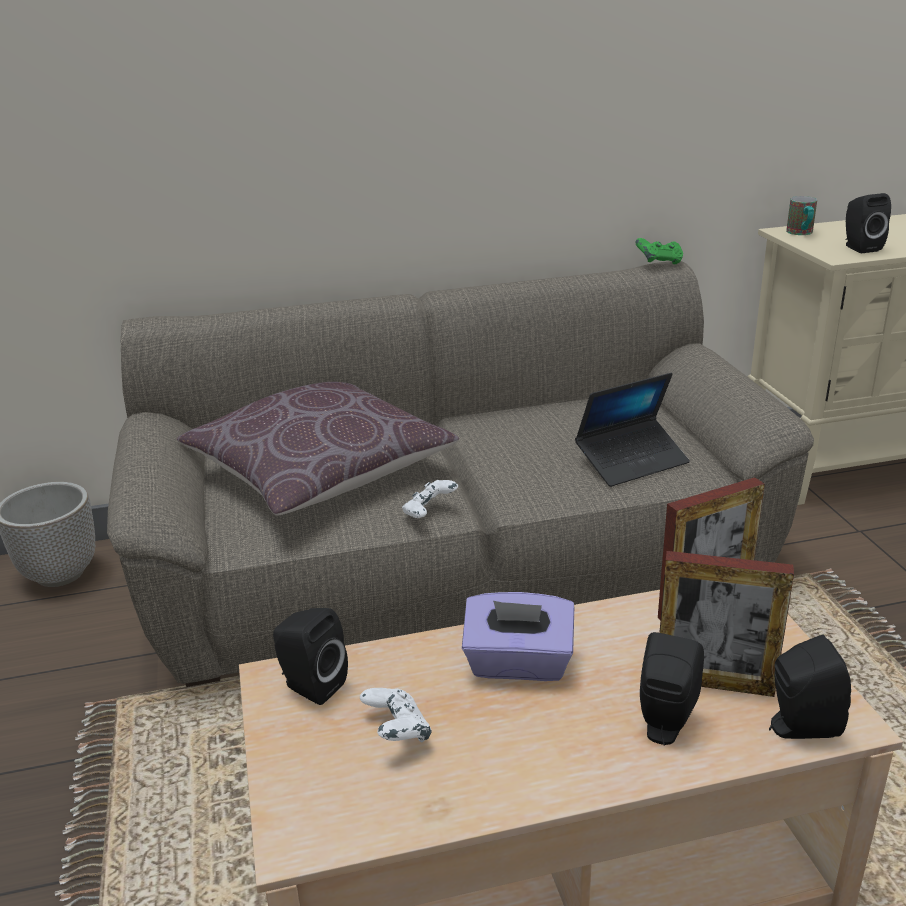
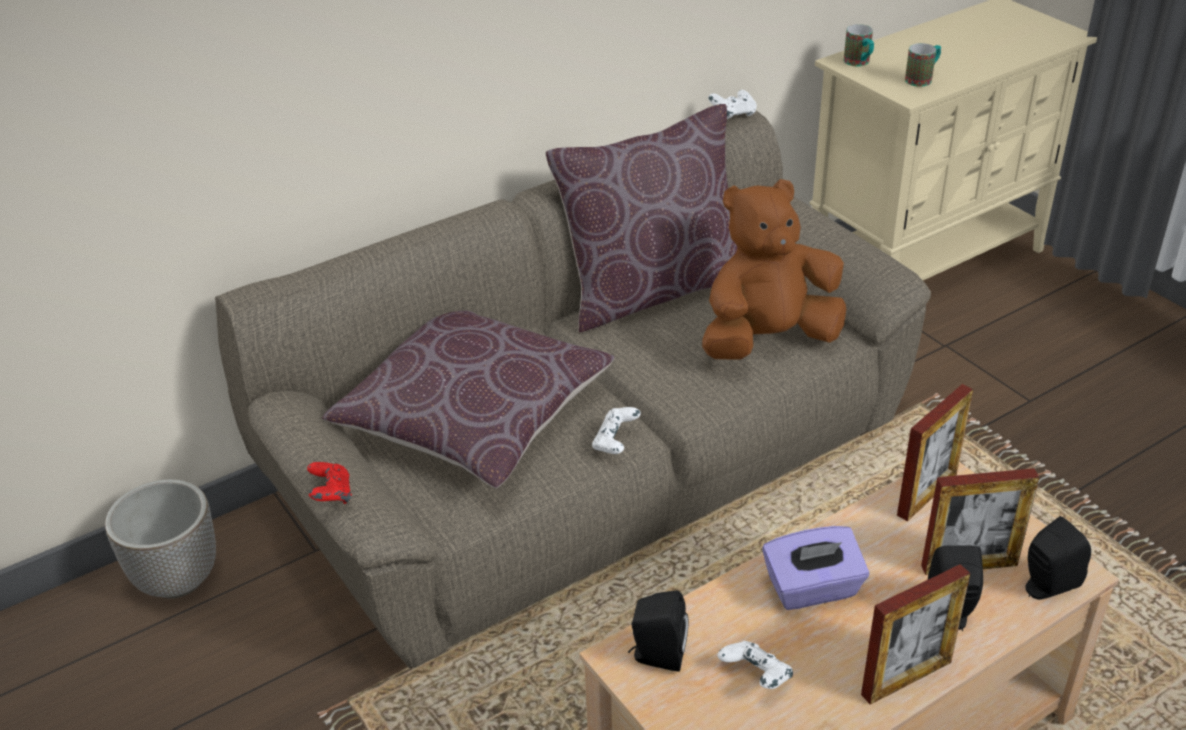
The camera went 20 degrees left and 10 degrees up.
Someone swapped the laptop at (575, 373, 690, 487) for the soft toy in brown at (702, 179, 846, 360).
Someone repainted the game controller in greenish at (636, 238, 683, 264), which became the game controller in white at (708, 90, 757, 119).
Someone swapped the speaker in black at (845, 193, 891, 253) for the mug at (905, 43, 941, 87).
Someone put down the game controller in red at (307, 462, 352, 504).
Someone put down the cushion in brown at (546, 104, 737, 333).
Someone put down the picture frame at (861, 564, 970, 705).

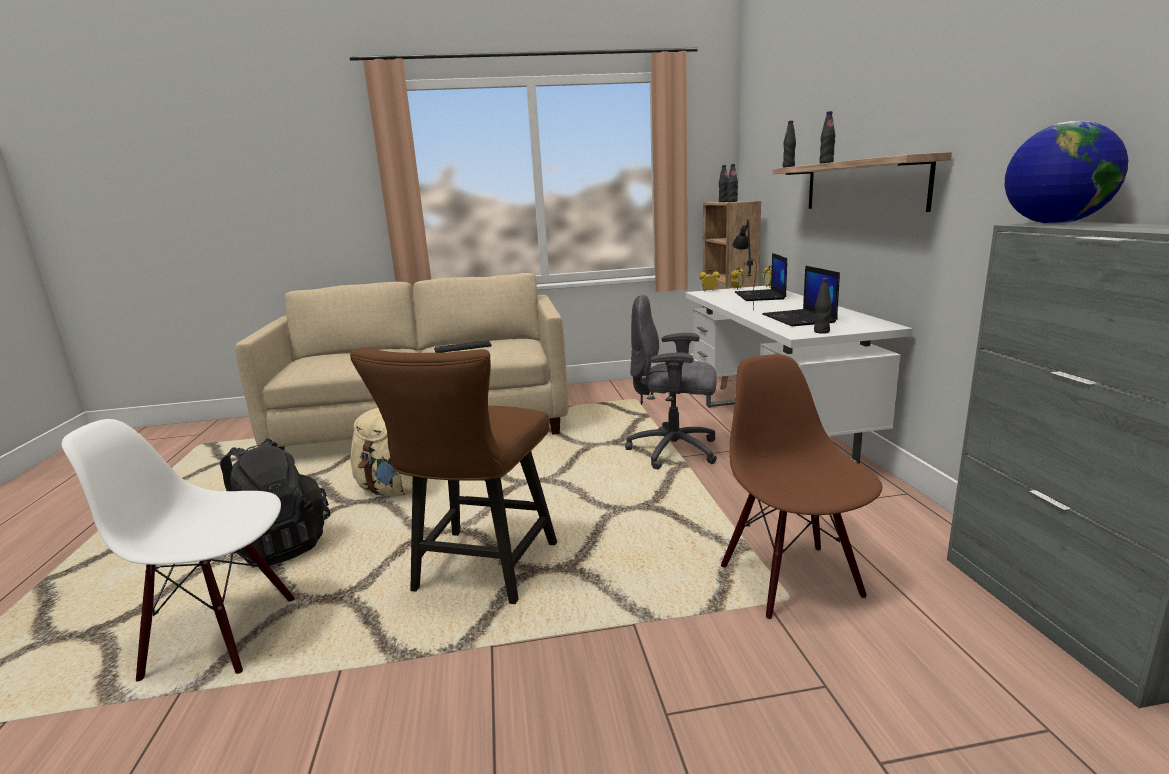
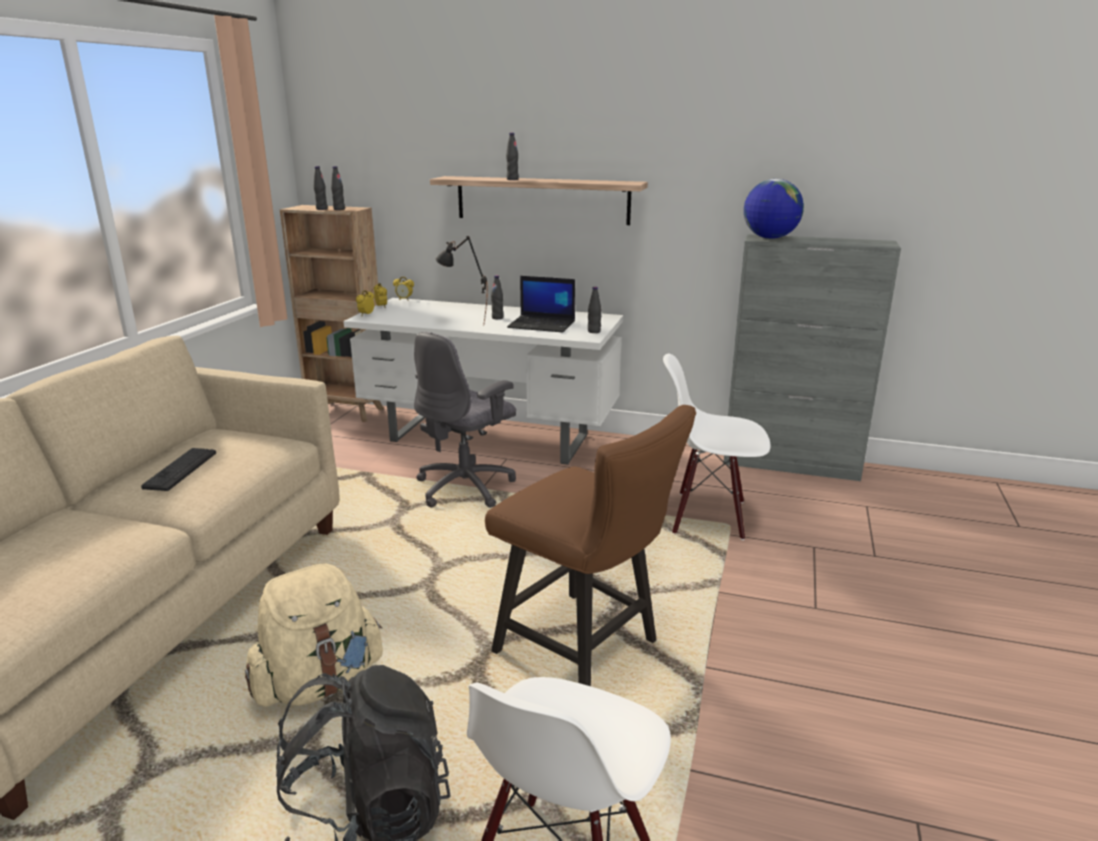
The camera went 65 degrees left and 5 degrees up.
Someone repainted the upright chair in brown at (721, 354, 882, 619), which became the upright chair in white at (663, 354, 771, 540).
Someone took away the laptop at (735, 253, 787, 301).
Someone carried the beverage bottle in black from (783, 121, 796, 167) to (491, 275, 504, 319).

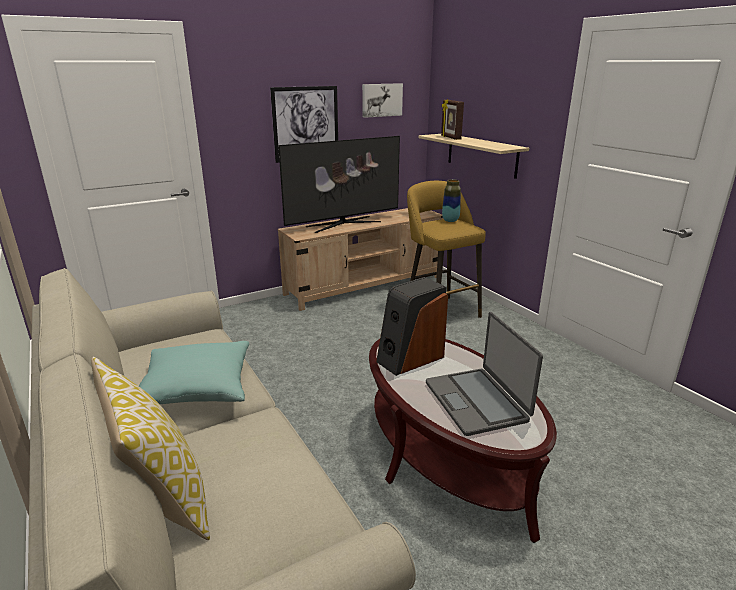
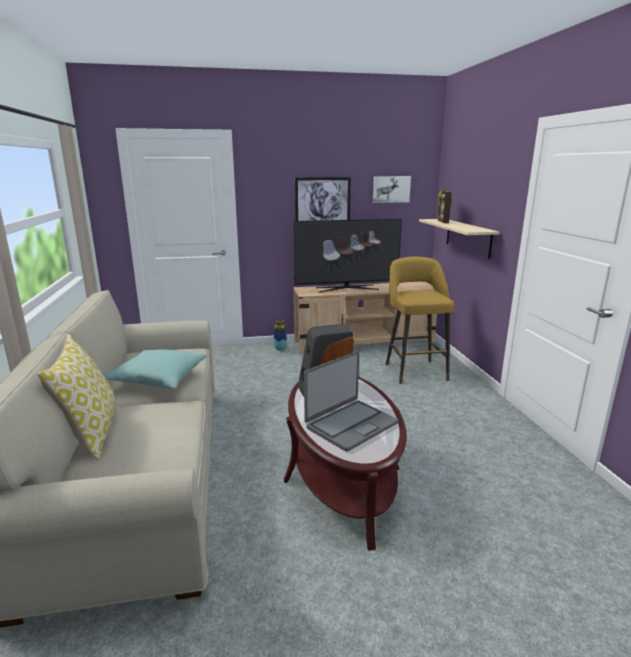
The camera went 20 degrees right and 5 degrees down.
Someone rotated the laptop at (426, 312, 543, 436) by 135 degrees counterclockwise.
Someone carried the decorative vase from (442, 179, 461, 222) to (274, 320, 287, 351).

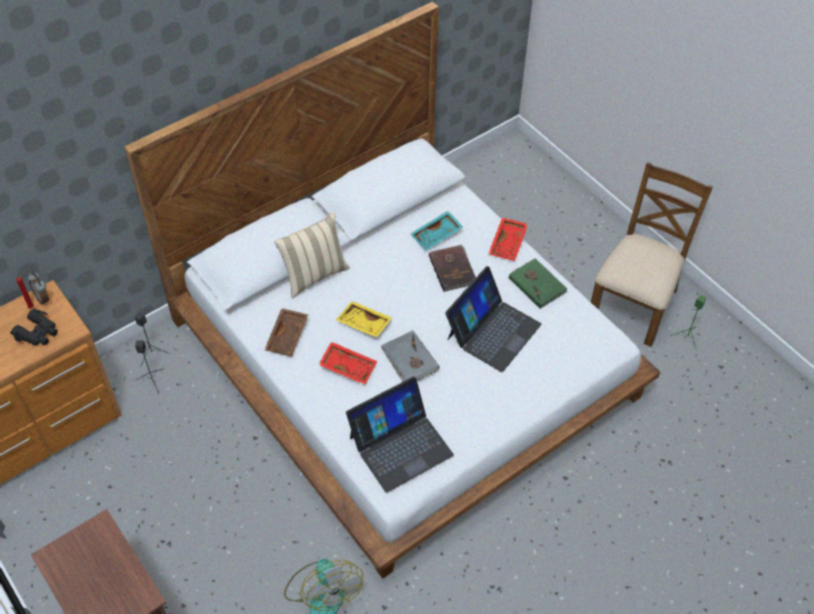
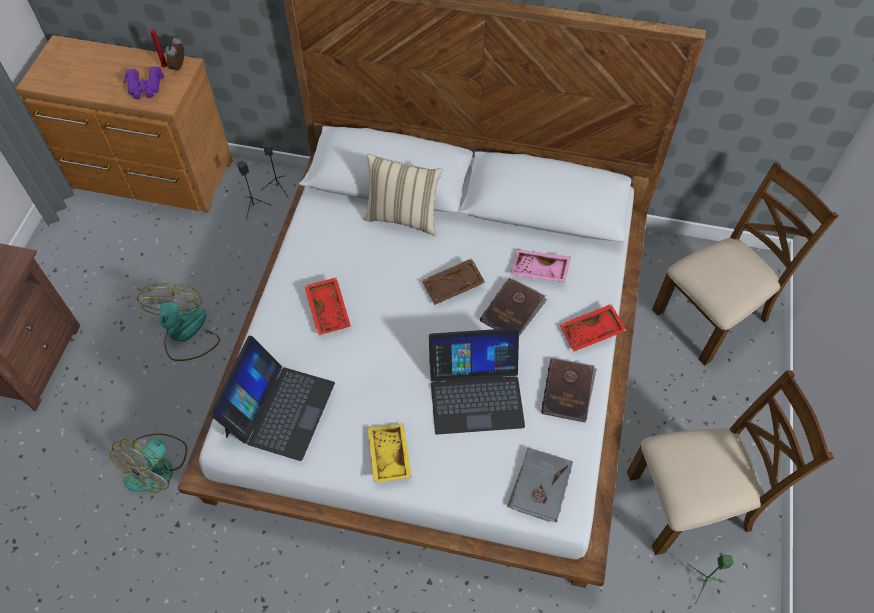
The camera went 50 degrees right and 5 degrees up.
Someone repainted the binoculars in black at (10, 308, 58, 346), which became the binoculars in purplish at (124, 67, 164, 100).
Someone carried the carrying tray in brown from (264, 308, 308, 357) to (422, 258, 485, 305).
Someone carried the carrying tray in yellow from (336, 301, 392, 337) to (368, 424, 412, 483).
Someone rotated the laptop at (346, 376, 454, 493) by 90 degrees counterclockwise.
Someone carried the book in greyish from (381, 330, 440, 382) to (507, 448, 573, 522).
Someone repainted the carrying tray in turquoise at (411, 211, 463, 251), which became the carrying tray in pinkish at (510, 249, 571, 282).
Someone repainted the book in greenish at (509, 258, 567, 309), which became the book in brown at (541, 358, 597, 423).
Someone put down the fan at (137, 283, 220, 361).
Someone put down the upright chair in brown at (652, 162, 839, 366).

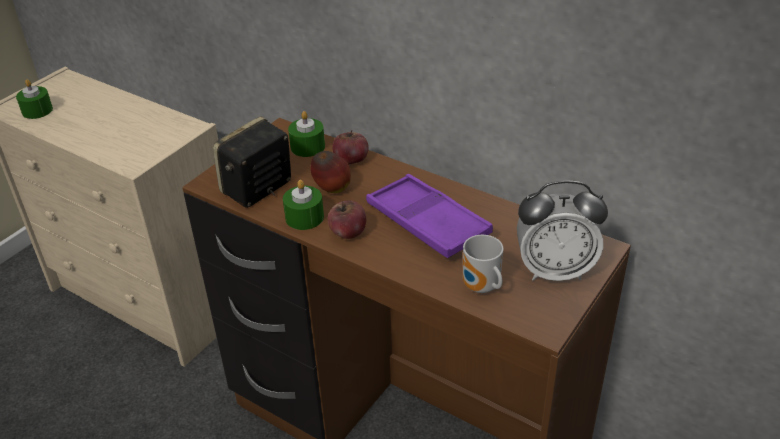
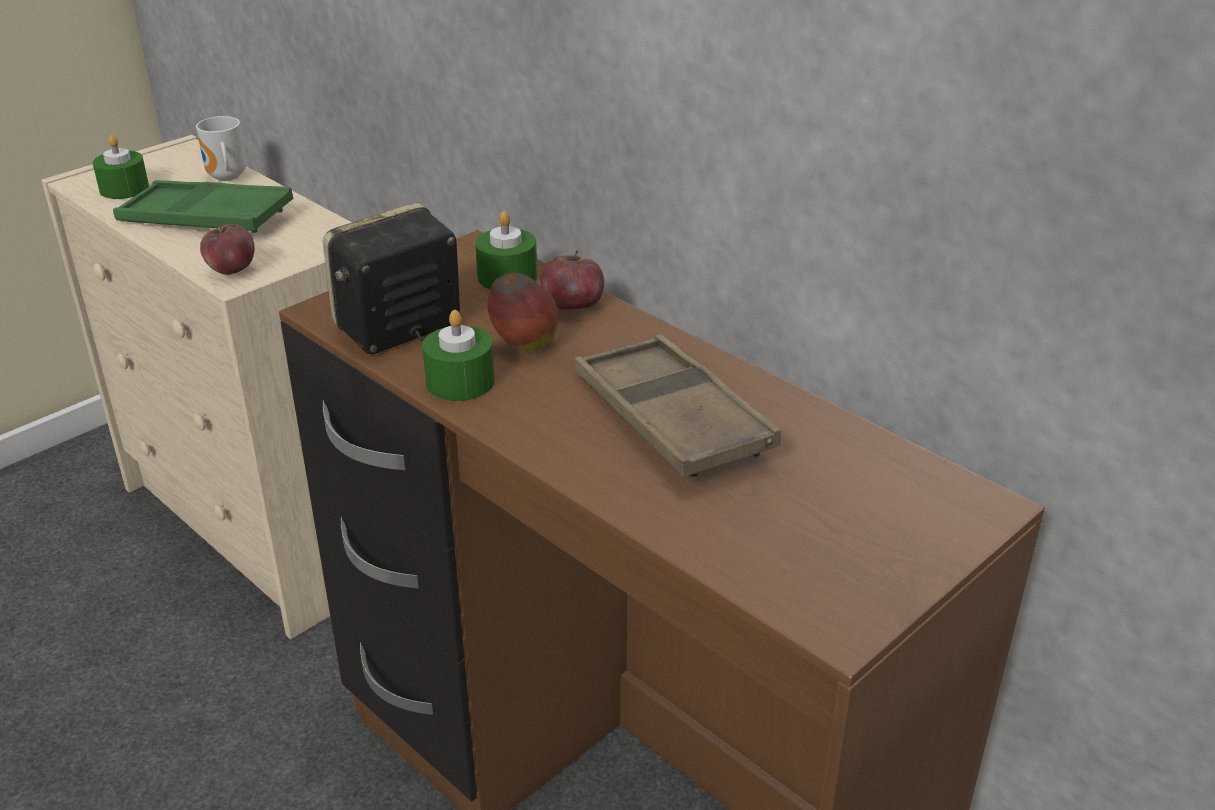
The camera went 10 degrees right and 5 degrees down.
Someone carried the whole apple from (327, 200, 366, 239) to (200, 221, 255, 275).
Someone repainted the carrying tray in purplish at (366, 174, 493, 258), which became the carrying tray in brown at (575, 334, 781, 477).
Someone carried the mug from (463, 235, 503, 293) to (196, 116, 246, 181).
Someone took away the bedside clock at (517, 180, 608, 281).
Someone put down the carrying tray in greenish at (113, 180, 294, 233).

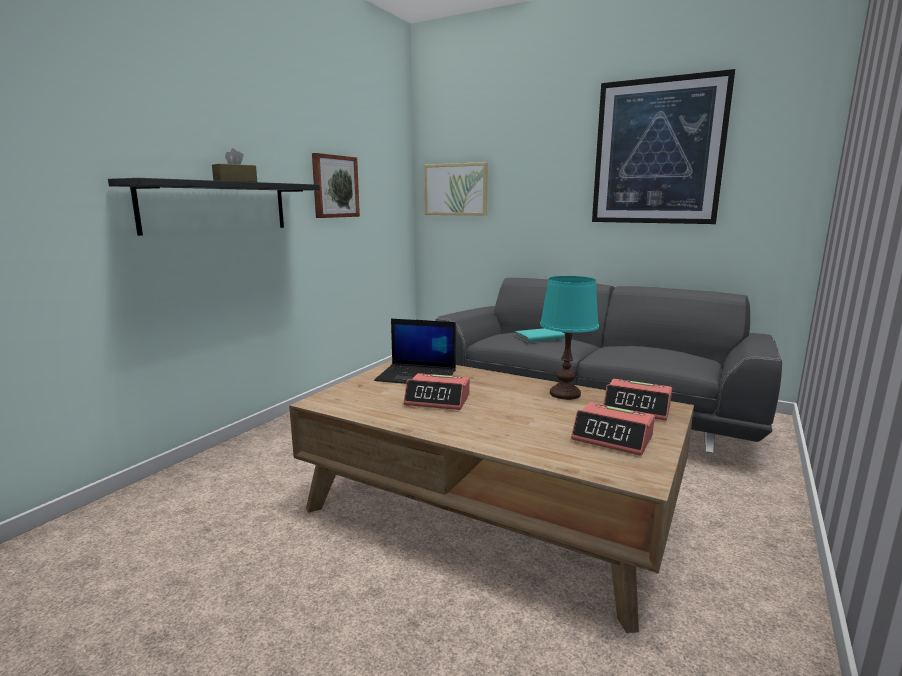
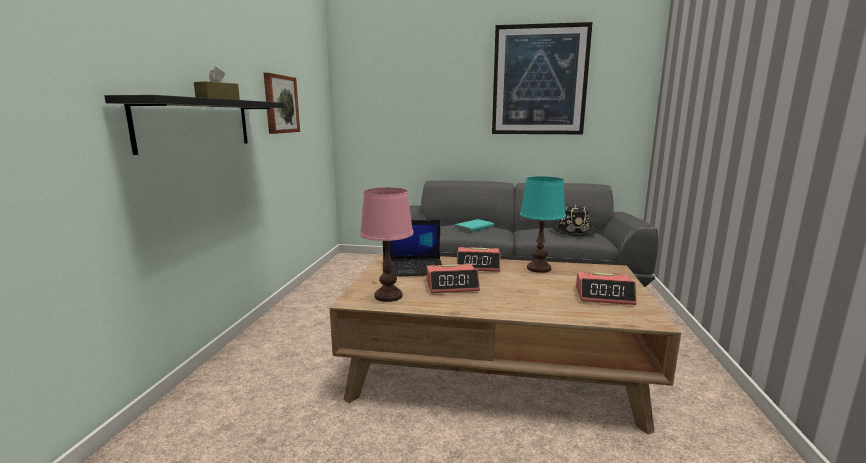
The camera went 20 degrees left and 0 degrees up.
Someone took away the picture at (424, 162, 488, 216).
Someone carried the bedside clock from (603, 379, 672, 421) to (457, 247, 500, 272).
Someone put down the lamp for a table in pinkish at (360, 187, 414, 302).
Someone put down the clothing hat in black at (551, 205, 597, 236).

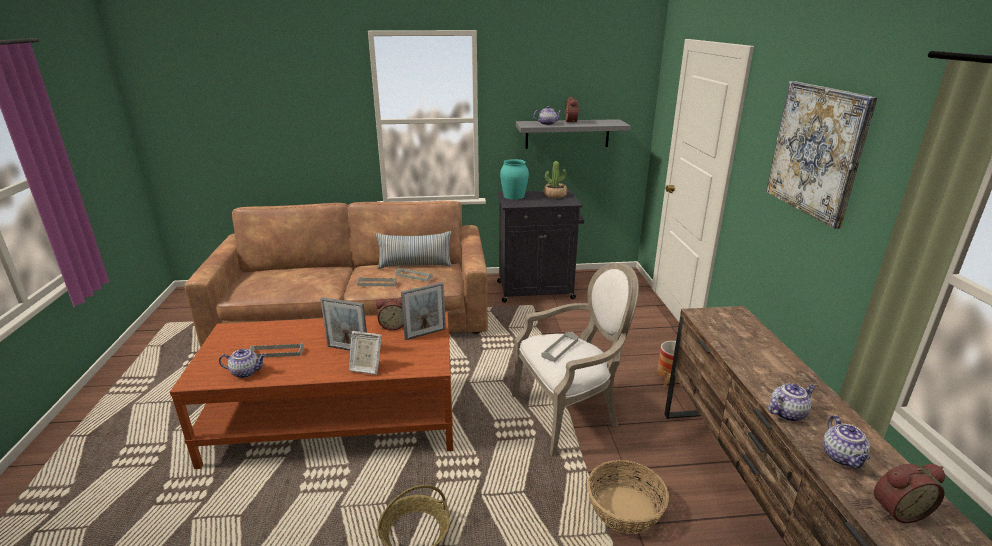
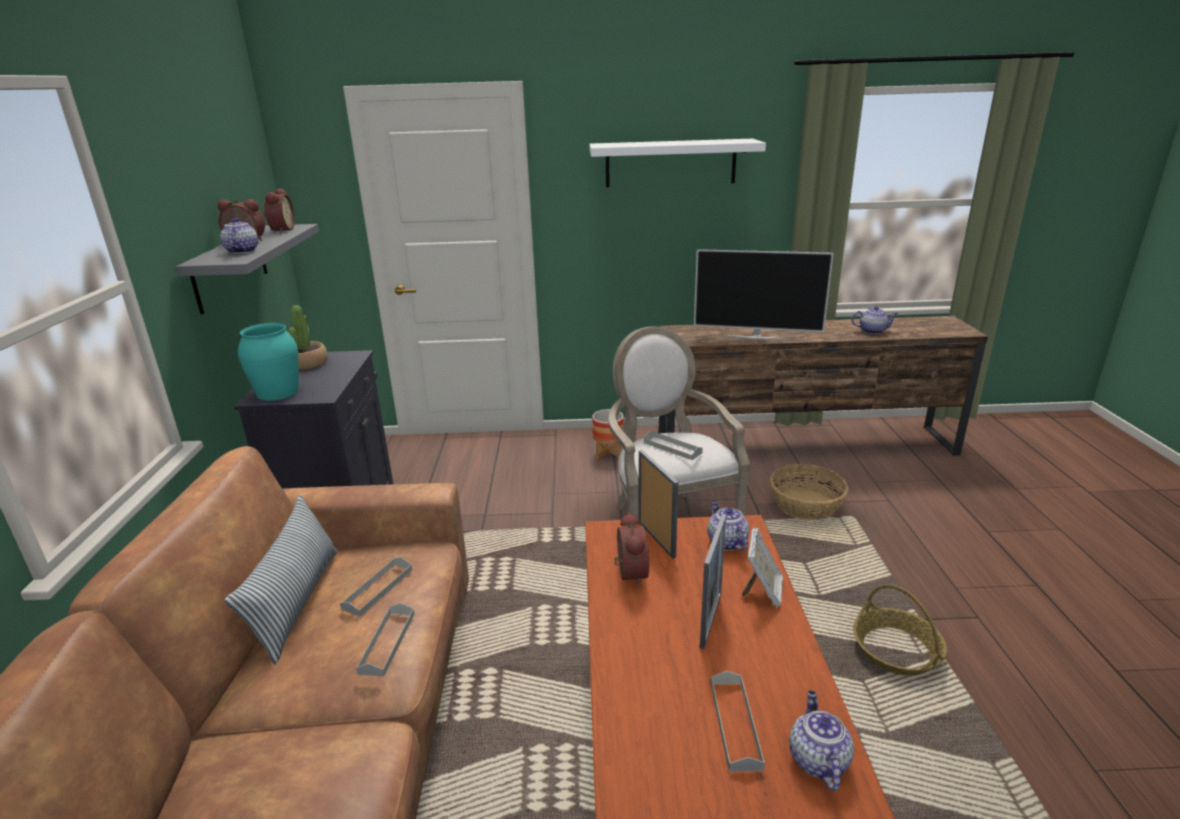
The camera went 85 degrees left and 0 degrees up.
Someone swapped the picture at (766, 81, 878, 229) for the bracket shelf in white at (589, 139, 766, 187).
Someone carried the tea pot from (768, 383, 816, 421) to (707, 501, 749, 551).
Someone carried the bedside clock from (874, 464, 945, 523) to (263, 188, 295, 233).
Someone put down the TV set at (694, 249, 834, 340).

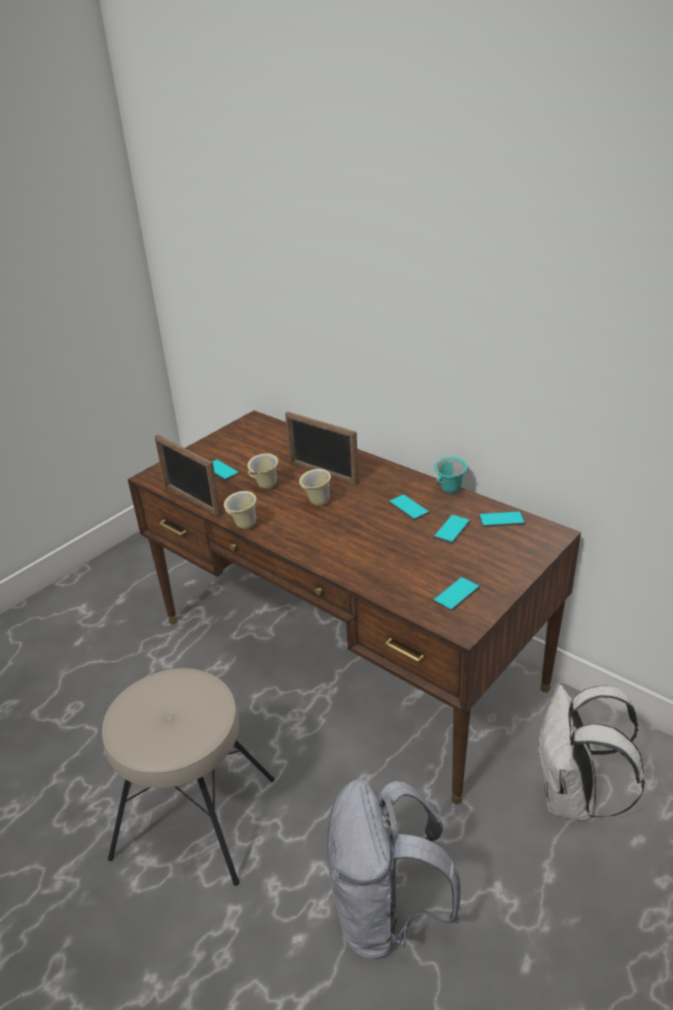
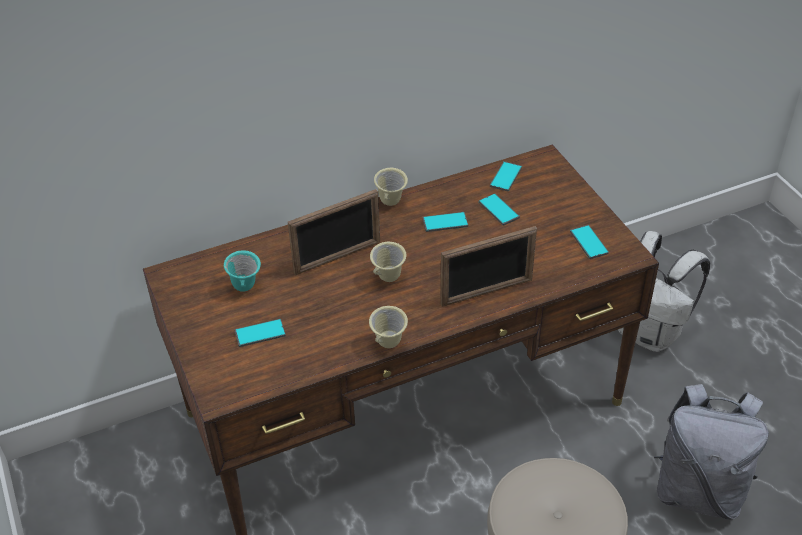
The camera went 65 degrees left and 10 degrees up.
Someone carried the picture frame from (155, 434, 221, 517) to (440, 226, 537, 307).
Someone carried the mug in beige-coloured from (247, 453, 278, 489) to (374, 168, 408, 206).
Someone carried the mug in turquoise from (435, 457, 467, 493) to (224, 250, 261, 292).

